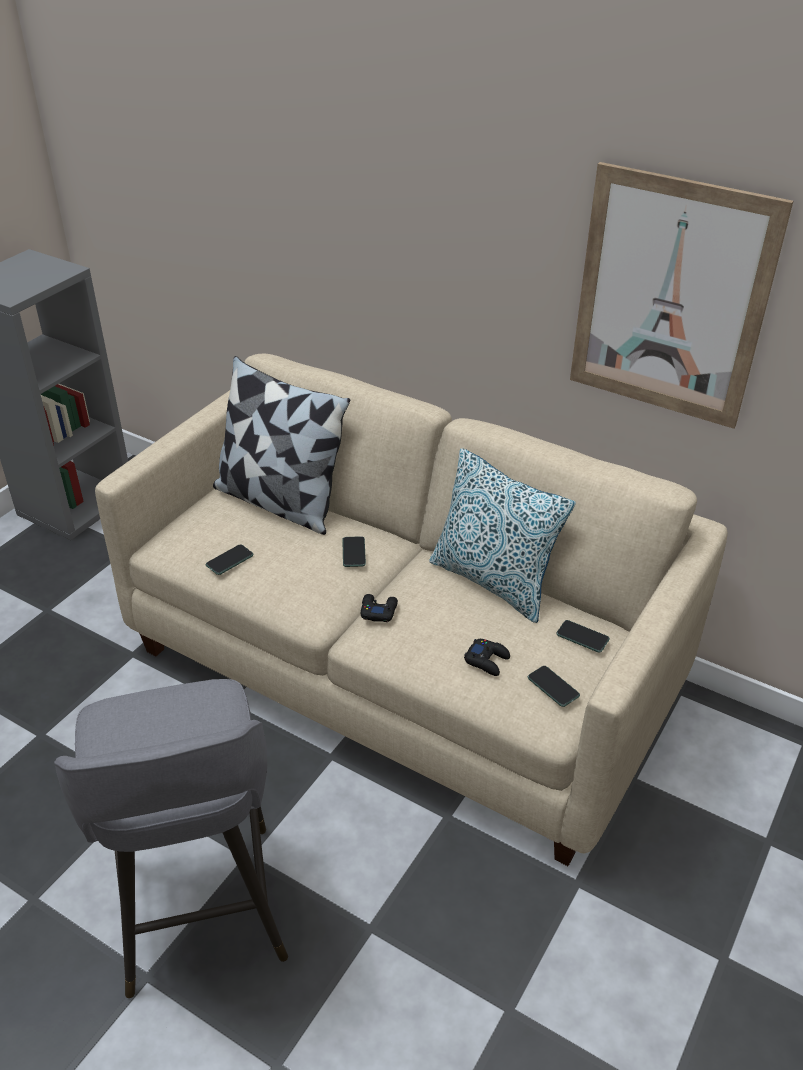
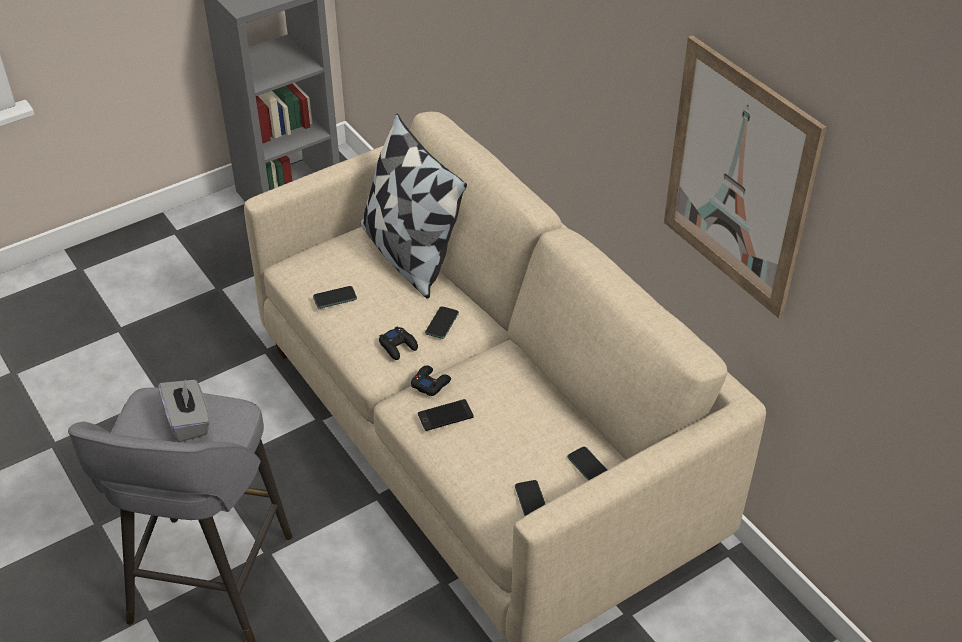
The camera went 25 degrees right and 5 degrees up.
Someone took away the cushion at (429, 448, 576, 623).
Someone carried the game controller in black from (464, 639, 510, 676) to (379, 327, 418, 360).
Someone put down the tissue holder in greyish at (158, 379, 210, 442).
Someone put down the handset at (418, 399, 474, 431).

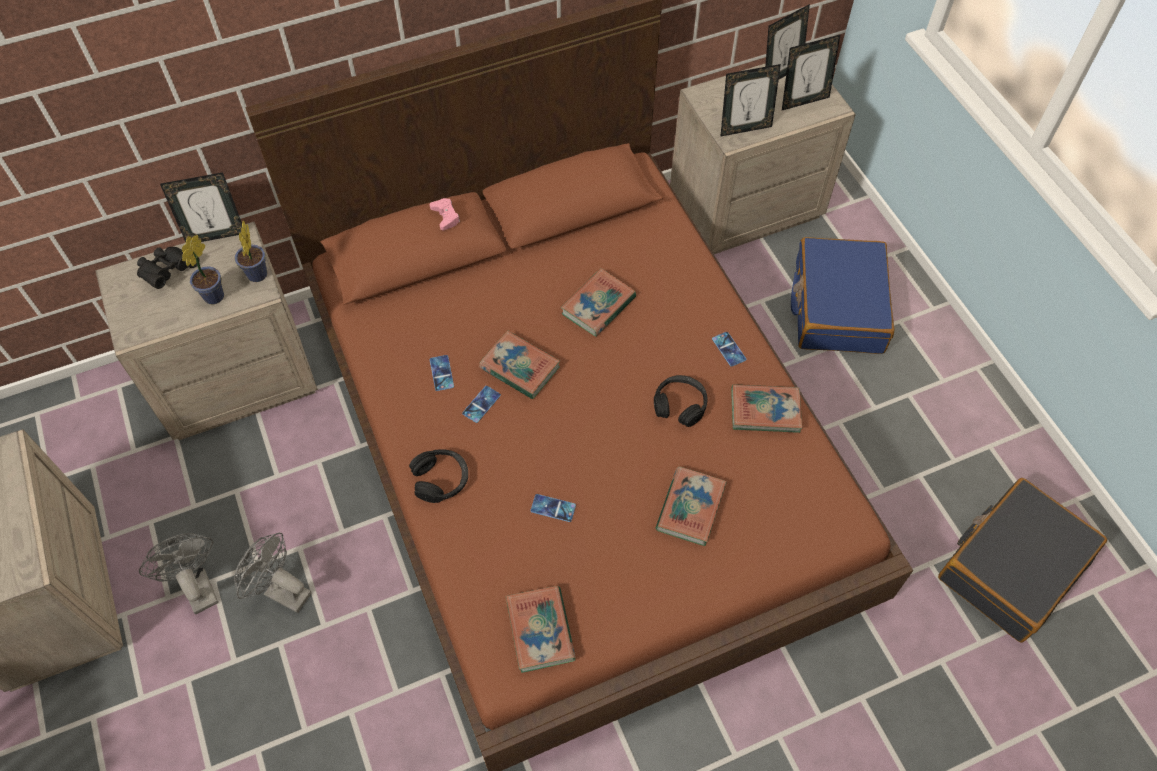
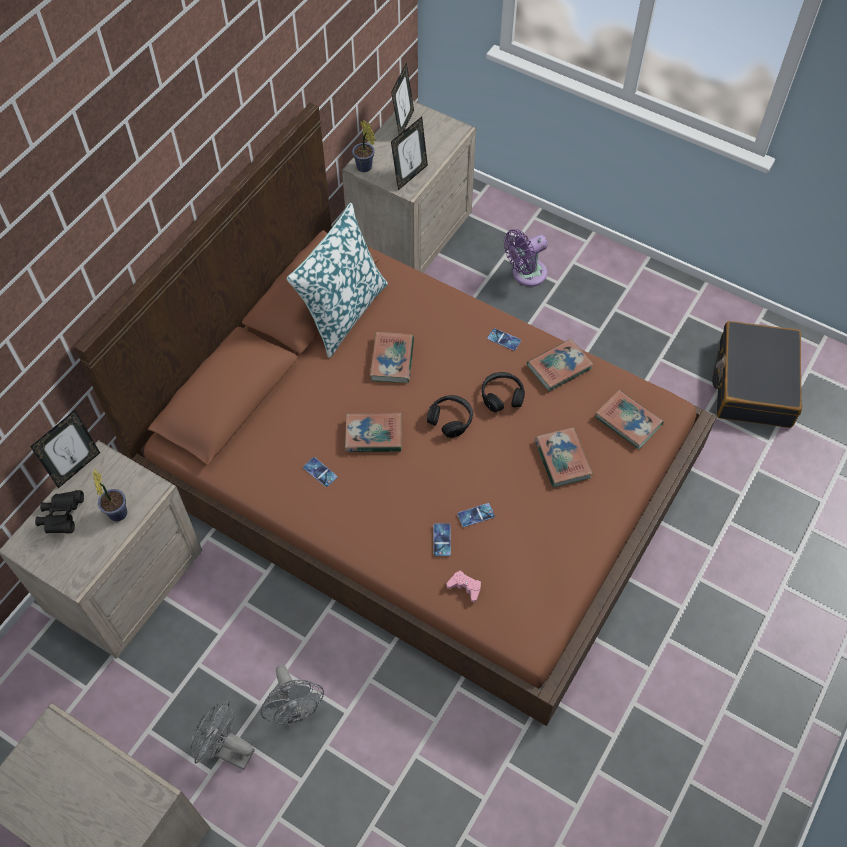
The camera went 35 degrees left and 0 degrees up.
Someone rotated the fan in greyish at (234, 532, 312, 613) by 105 degrees counterclockwise.
Someone carried the houseplant from (235, 220, 267, 282) to (352, 120, 376, 172).
Someone carried the headphones in black from (409, 449, 468, 503) to (427, 395, 473, 438).
Someone carried the game controller in pinkish from (430, 198, 460, 231) to (446, 571, 481, 602).
Someone carried the handset from (462, 386, 501, 423) to (433, 523, 451, 556).
Someone carried the book from (506, 586, 576, 673) to (595, 390, 663, 449).
Someone took away the picture frame at (782, 35, 840, 110).
Someone swapped the suitcase in bluish at (791, 237, 895, 354) for the fan in purplish at (504, 229, 548, 287).
Someone put down the cushion at (287, 203, 388, 358).

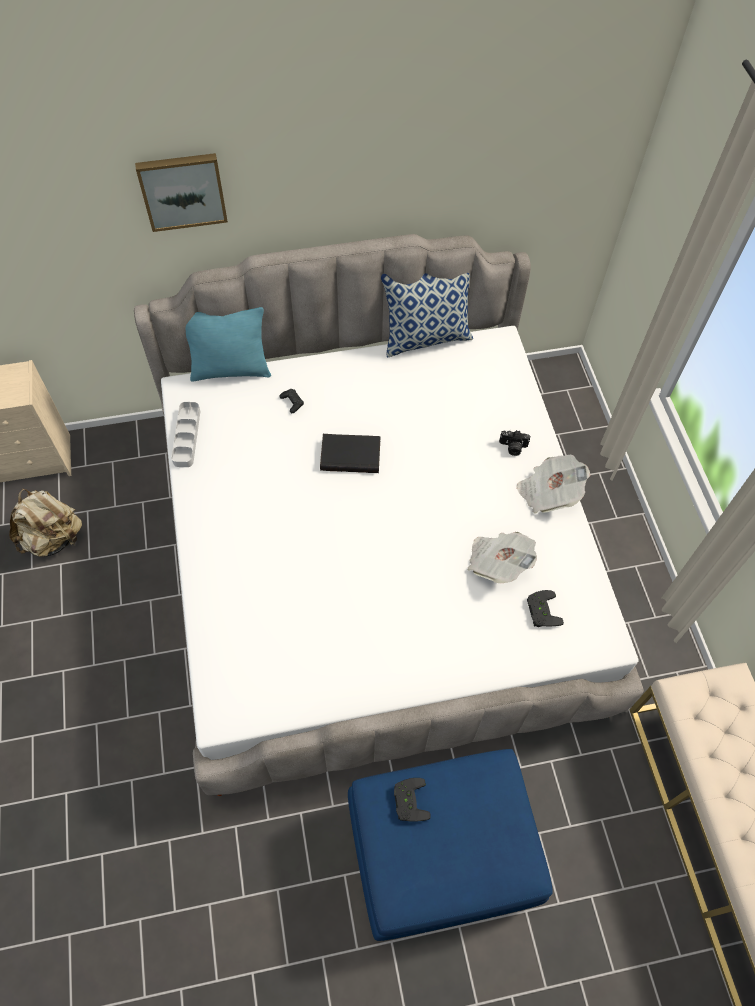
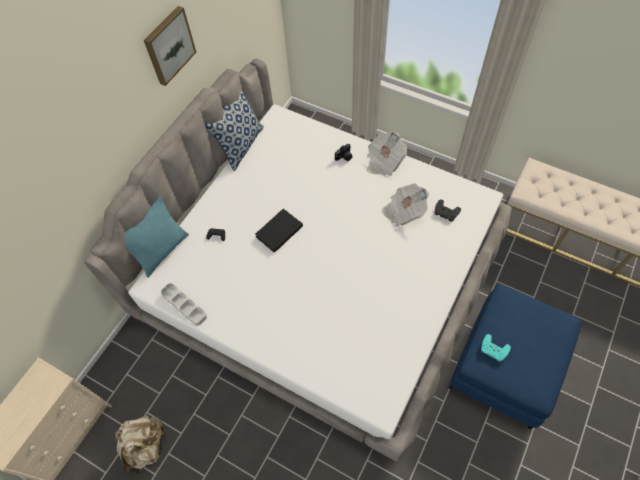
The camera went 45 degrees left and 0 degrees up.
Someone carried the picture from (135, 153, 228, 232) to (144, 6, 196, 86).
Someone repainted the game controller in black at (394, 778, 431, 822), which became the game controller in turquoise at (481, 334, 511, 362).

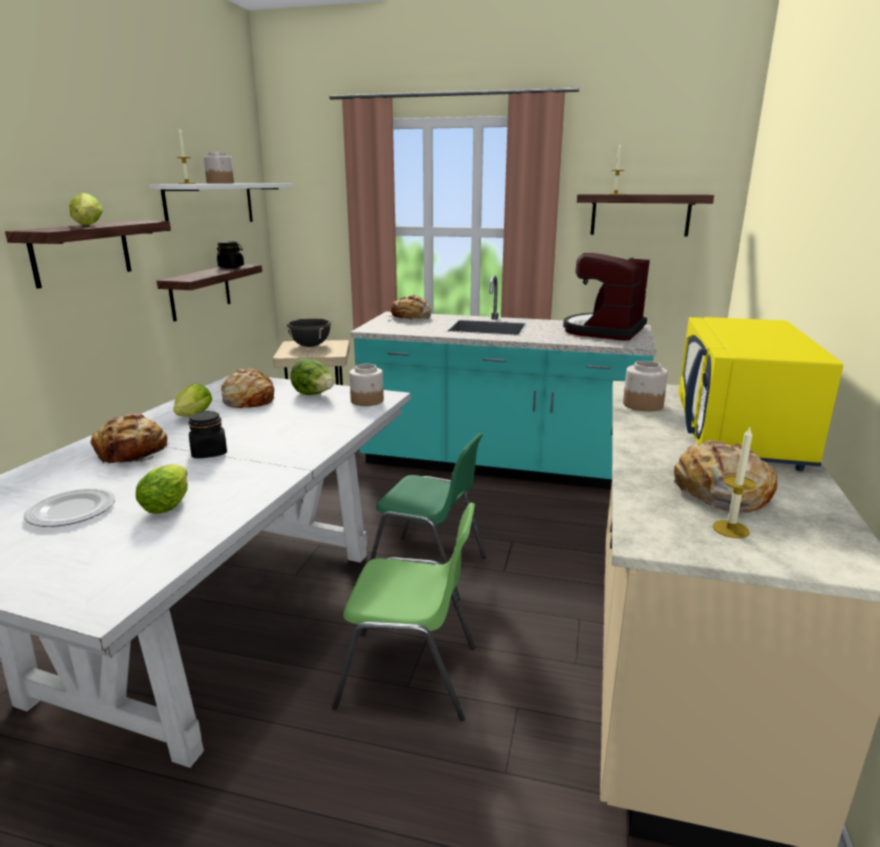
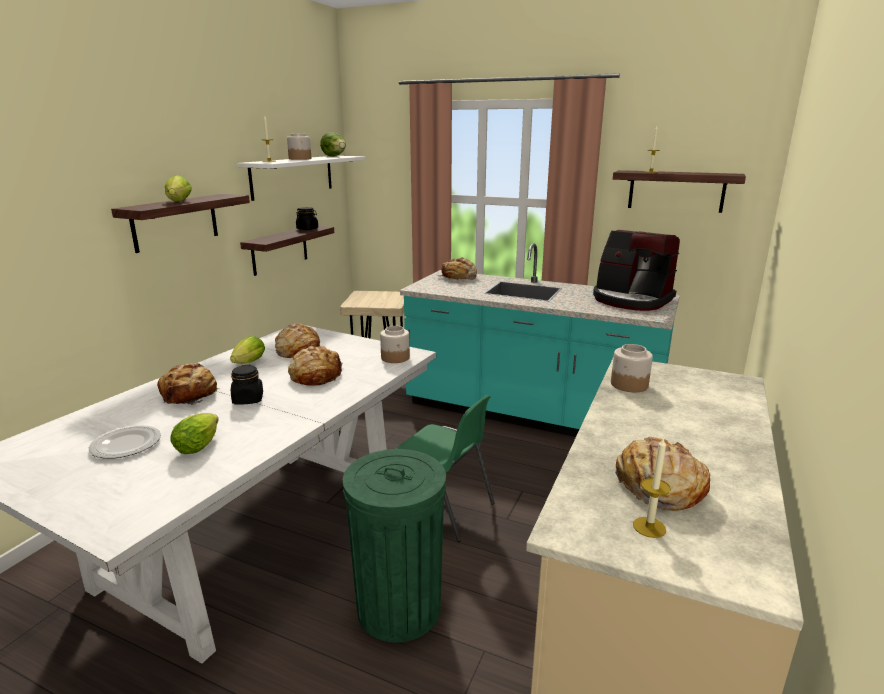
The camera went 10 degrees right and 0 degrees up.
Someone took away the cooking pot in black at (285, 318, 332, 347).
Someone carried the head of lettuce from (290, 359, 334, 395) to (320, 132, 346, 157).
Someone swapped the upright chair in greenish at (332, 502, 475, 721) for the trash can in greenish at (343, 449, 446, 643).
Someone rotated the coffee maker at (563, 253, 650, 341) by 90 degrees counterclockwise.
Someone took away the microwave in yellow at (678, 317, 843, 471).
Someone put down the baked bread at (288, 346, 343, 386).

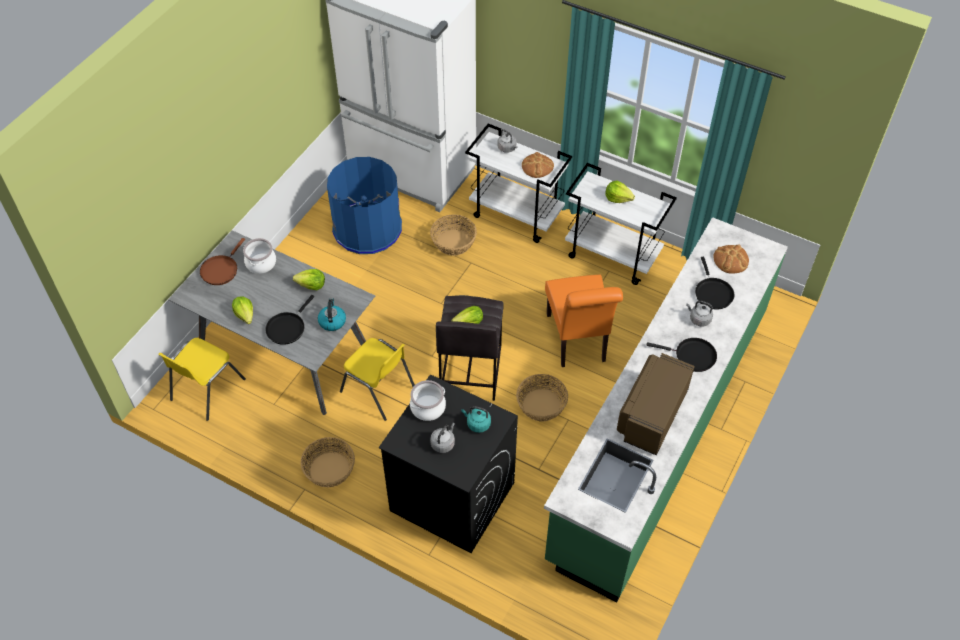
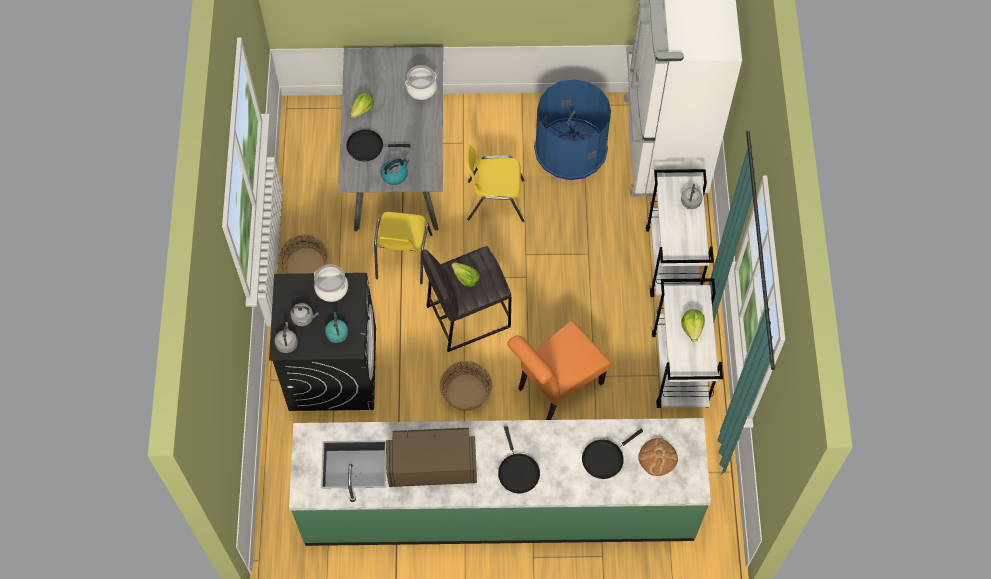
The camera went 60 degrees right and 10 degrees up.
Someone carried the upright chair in yellow from (158, 338, 246, 421) to (467, 145, 525, 222).
Someone took away the pan in brown at (200, 238, 245, 285).
Someone took away the head of lettuce at (293, 269, 325, 290).
Someone took away the storage basket at (430, 215, 477, 256).
Someone took away the baked bread at (522, 152, 554, 178).
Someone carried the tea kettle in greyish from (686, 301, 713, 327) to (274, 322, 298, 353).

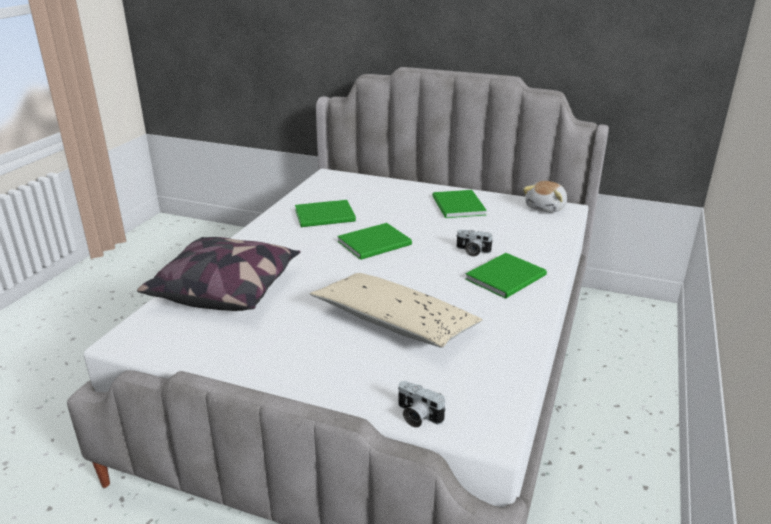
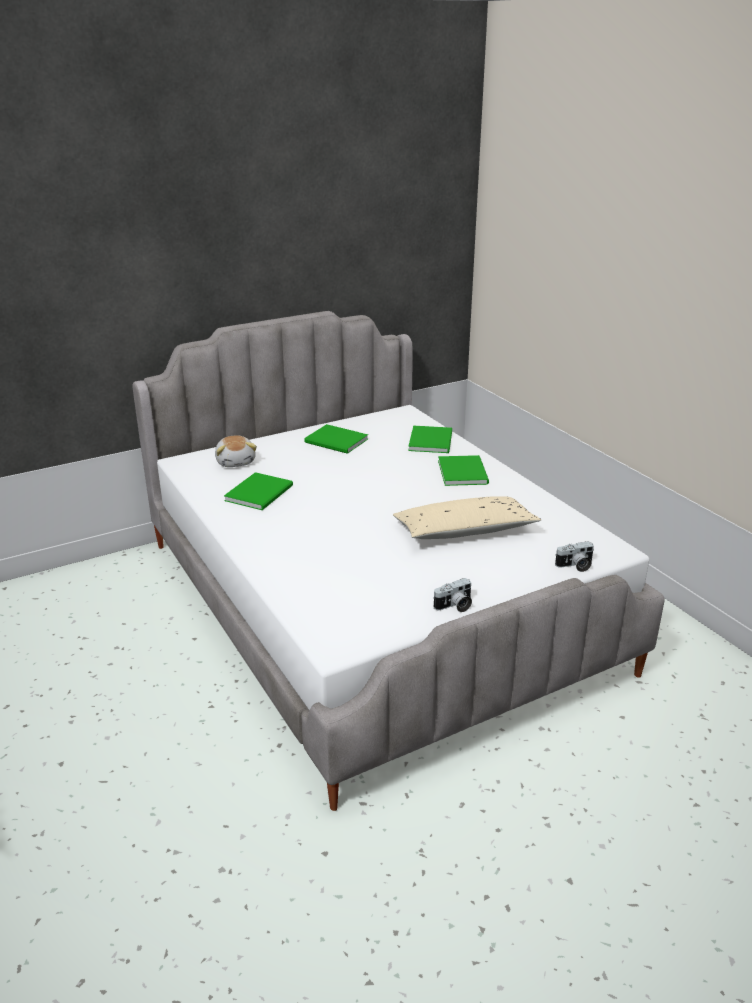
The camera went 50 degrees left and 0 degrees up.
Someone took away the cushion at (137, 237, 301, 311).
Someone carried the book in greenish from (337, 223, 412, 260) to (408, 426, 452, 453).
Someone carried the photo camera from (456, 230, 492, 257) to (433, 578, 472, 612).
Someone carried the soft toy from (523, 181, 567, 213) to (215, 435, 257, 467).

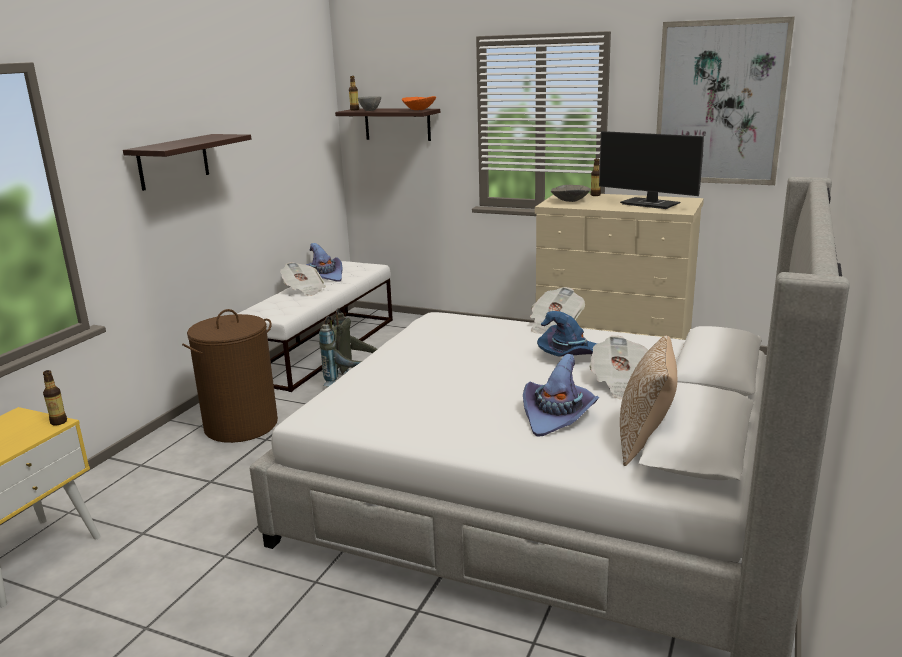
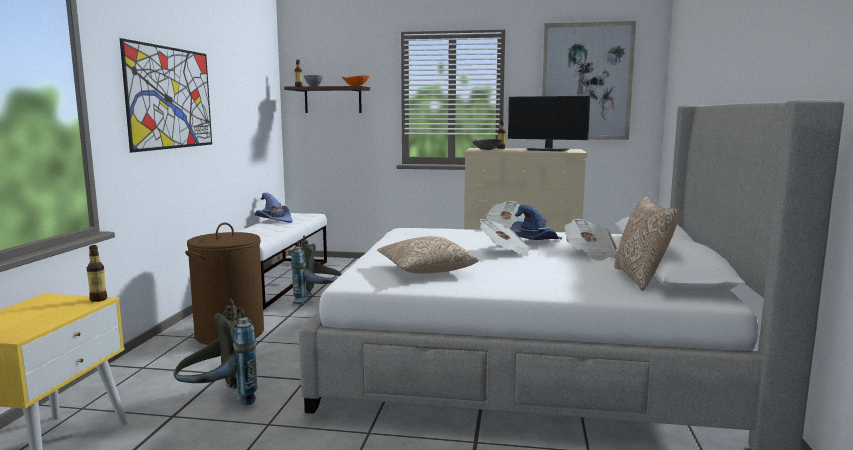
The camera went 15 degrees left and 10 degrees down.
Someone swapped the bracket shelf at (123, 134, 251, 191) for the picture at (120, 38, 212, 153).
Someone carried the printed paper from (280, 262, 326, 296) to (480, 219, 530, 257).
Someone took away the clothing hat in purplish at (523, 354, 599, 437).
Someone put down the backpack in greyish at (174, 299, 257, 406).
Someone put down the cushion at (377, 236, 478, 274).

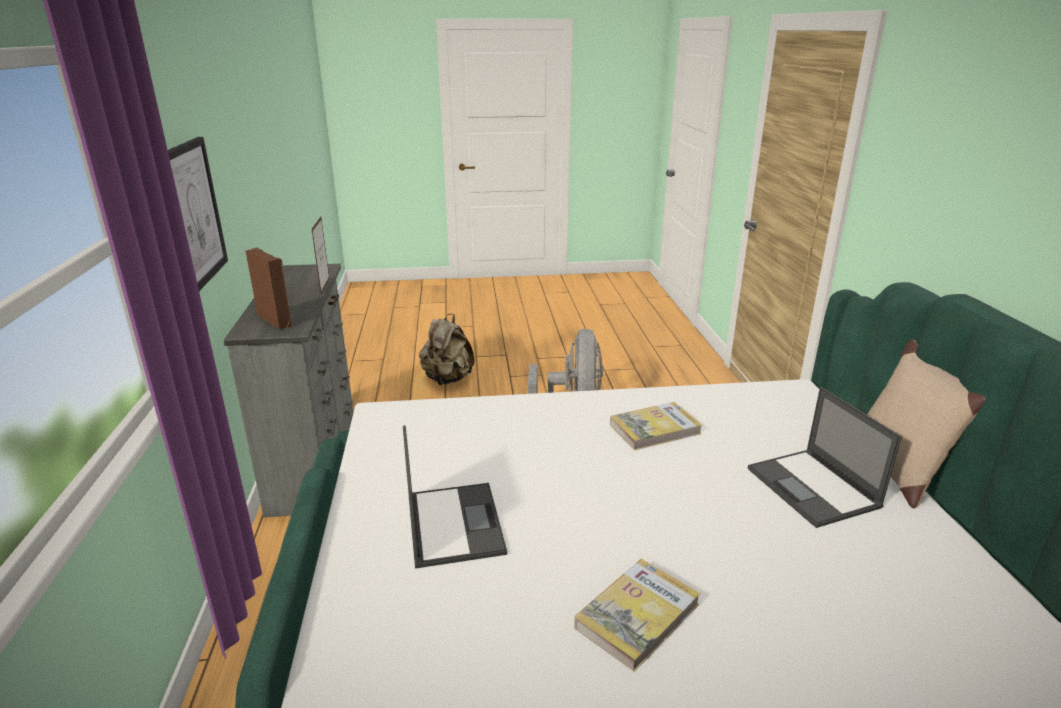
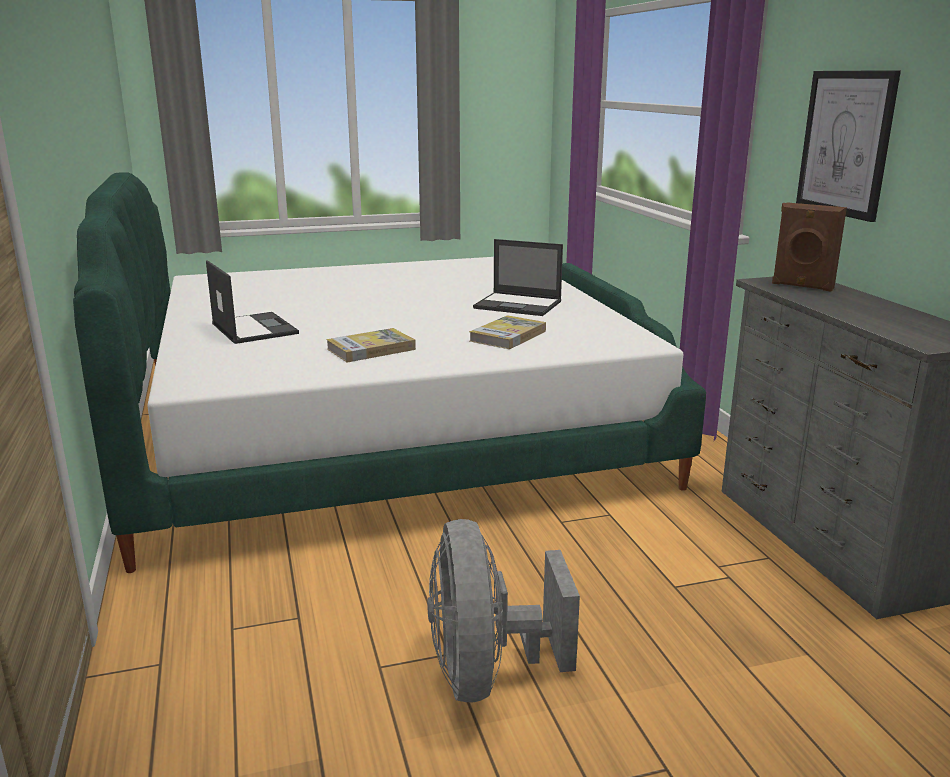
The camera went 170 degrees right and 5 degrees down.
Someone took away the picture frame at (312, 217, 330, 294).
Someone rotated the laptop at (403, 425, 507, 569) by 45 degrees counterclockwise.
Someone took away the backpack in beige-coloured at (419, 313, 475, 385).
Someone carried the book from (574, 559, 701, 672) to (469, 315, 546, 349).
Someone took away the cushion in beige-coloured at (867, 339, 986, 509).

